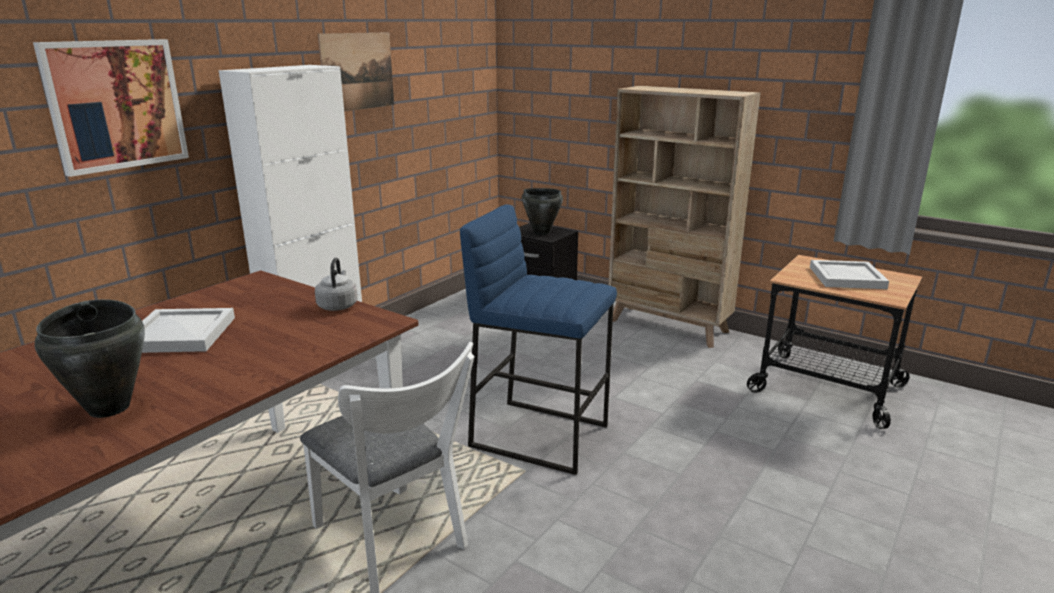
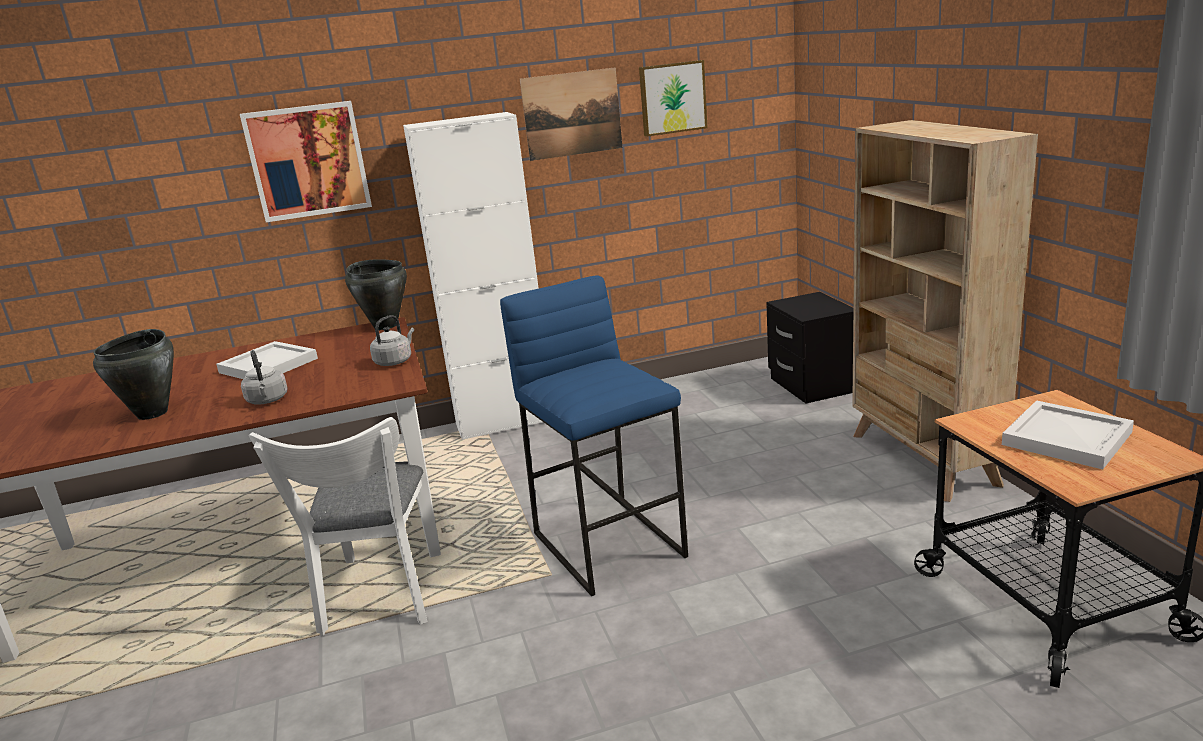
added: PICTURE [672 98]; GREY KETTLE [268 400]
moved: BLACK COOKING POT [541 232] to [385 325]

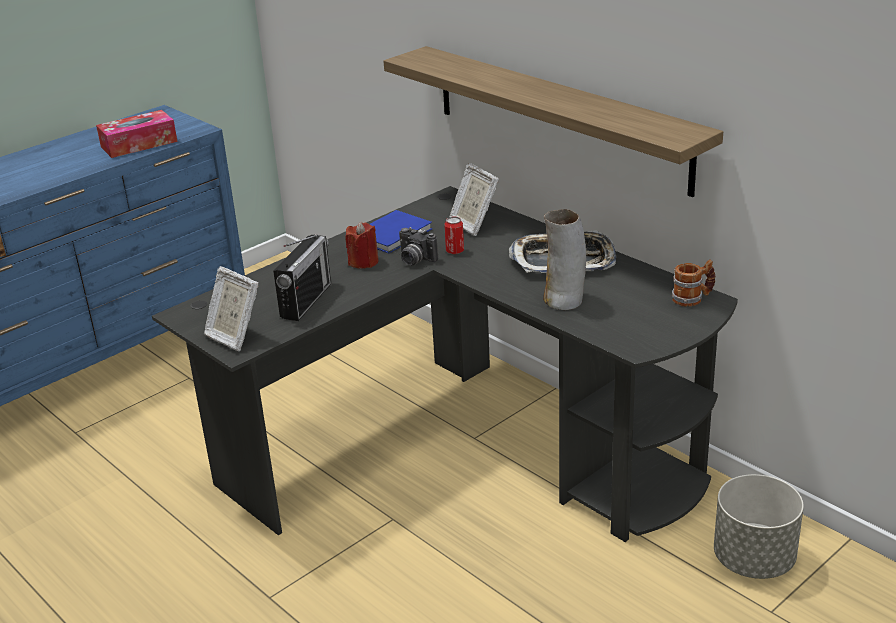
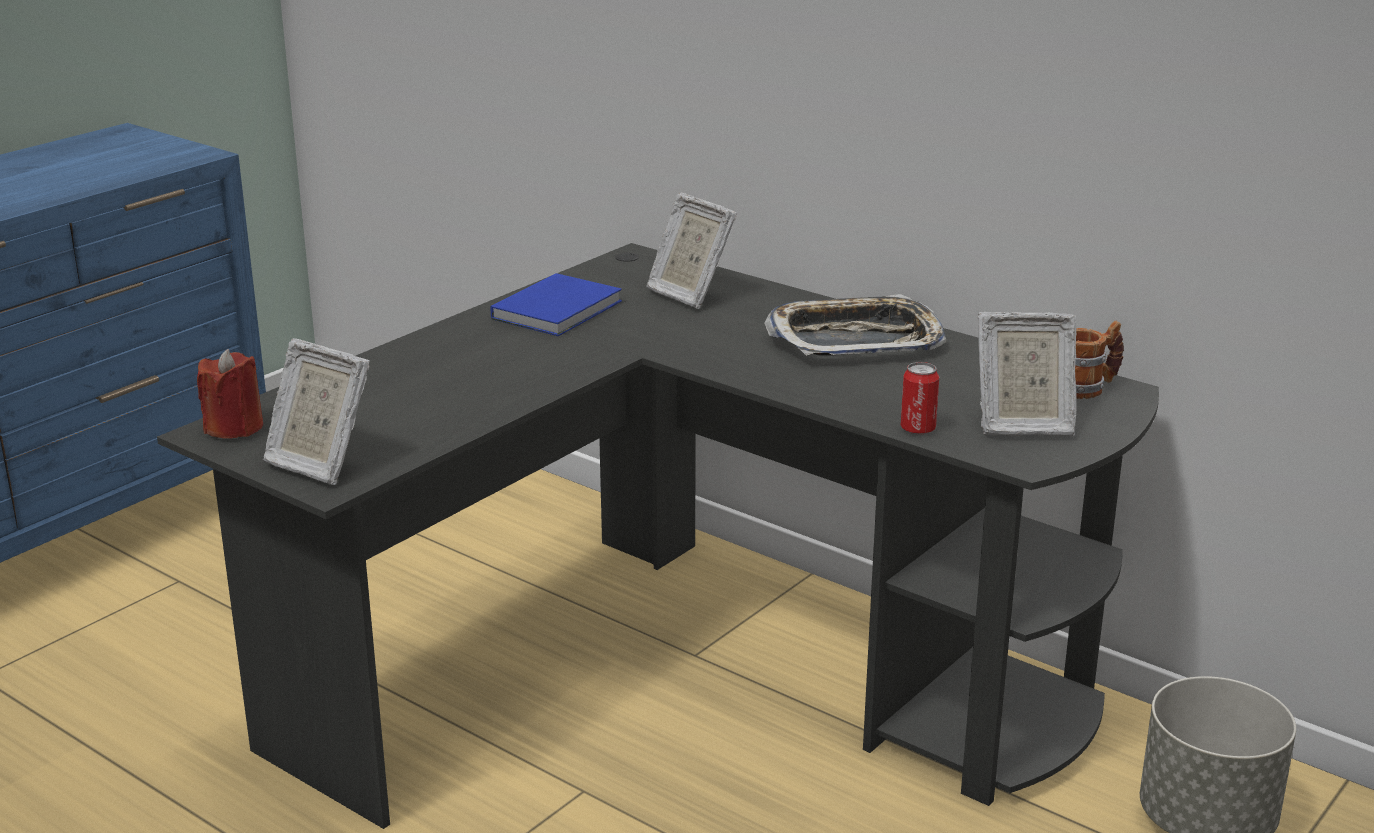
removed: SHELF [558 117]; TISSUE BOX [139 144]; VASE [564 300]; PHOTO CAMERA [415 260]; RADIO [306 301]
added: PICTURE FRAME [1021 425]
moved: CAN [455 251] to [918 429]; RED CANDLE [363 262] to [234 427]

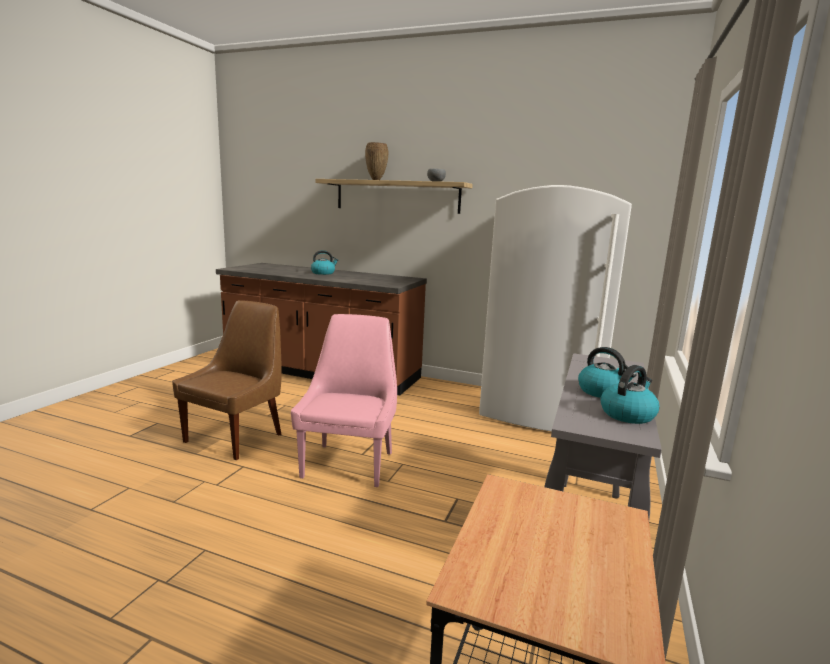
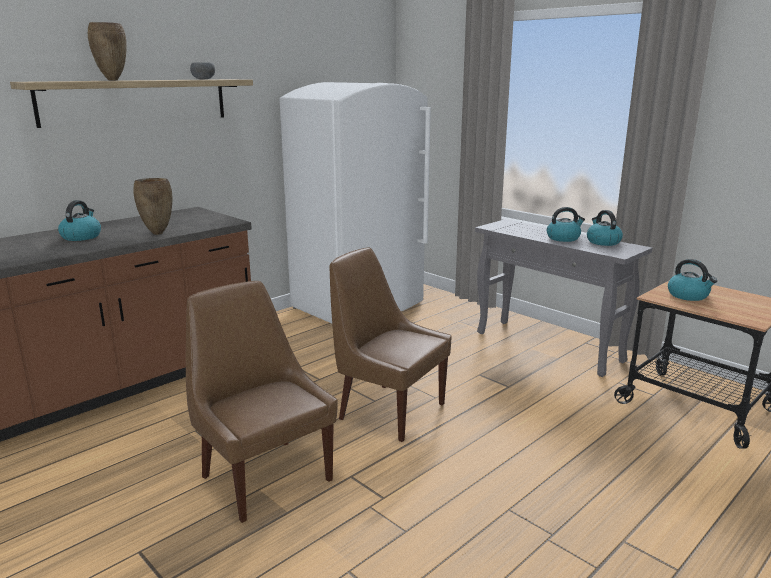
added: BROWN VASE [158 233]; KETTLE [688 295]
recoloured: PINK CHAIR [349 463] to BROWN CHAIR [388 410]

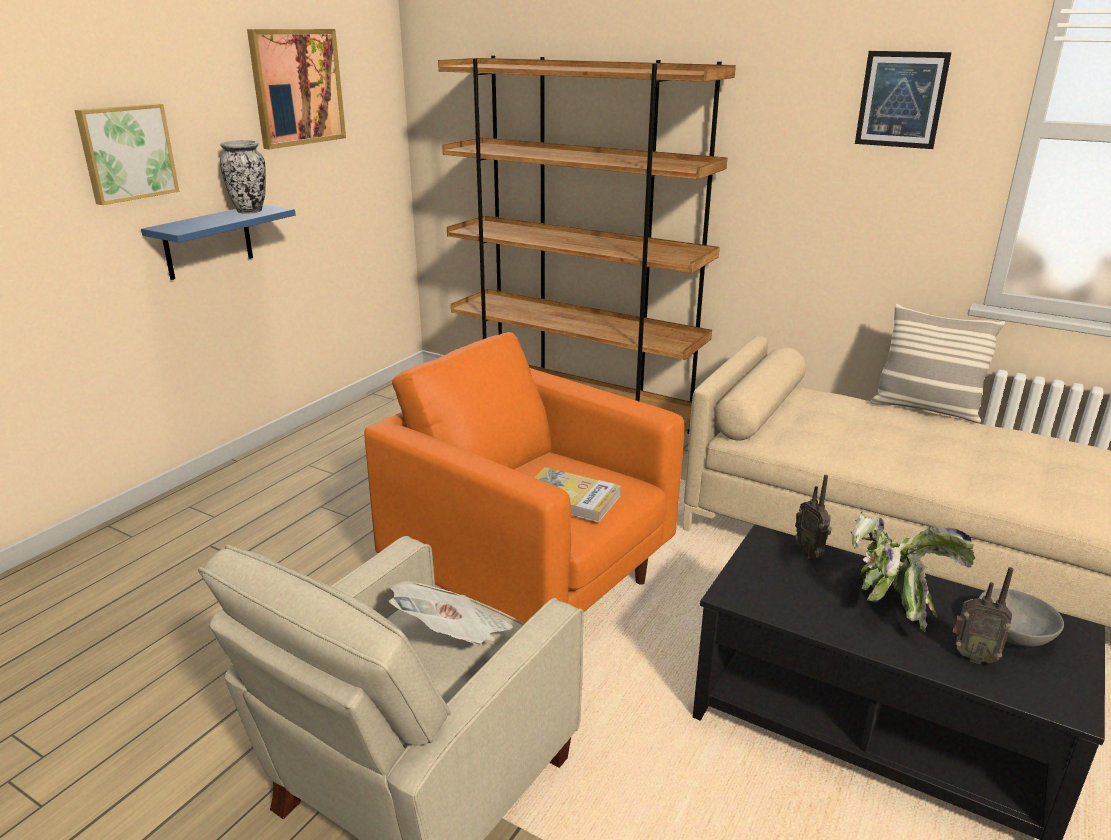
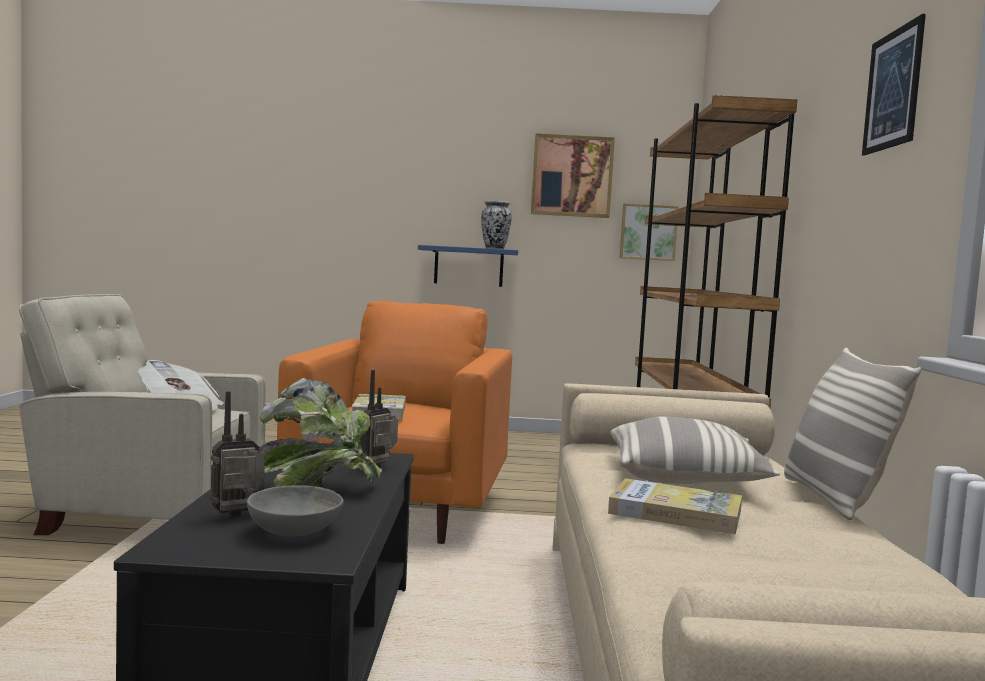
added: PILLOW [685 479]; BOOK [675 512]
moved: PICTURE [126 152] to [648 232]
turned: RADIO [972 656] = [239 516] 60 degrees clockwise

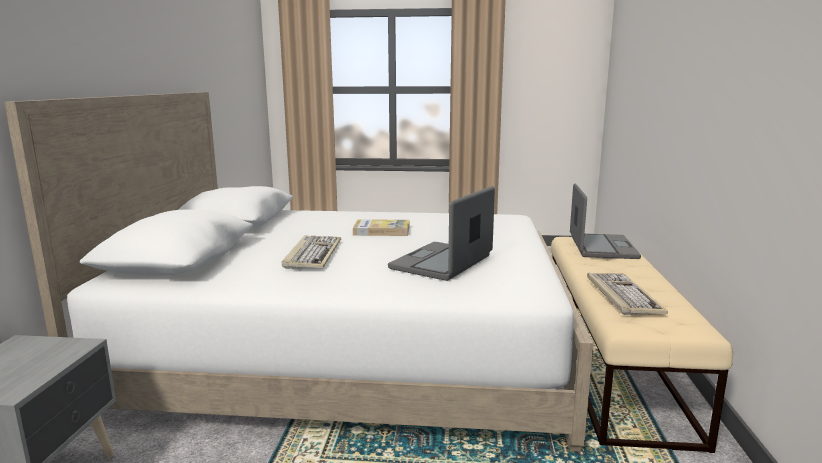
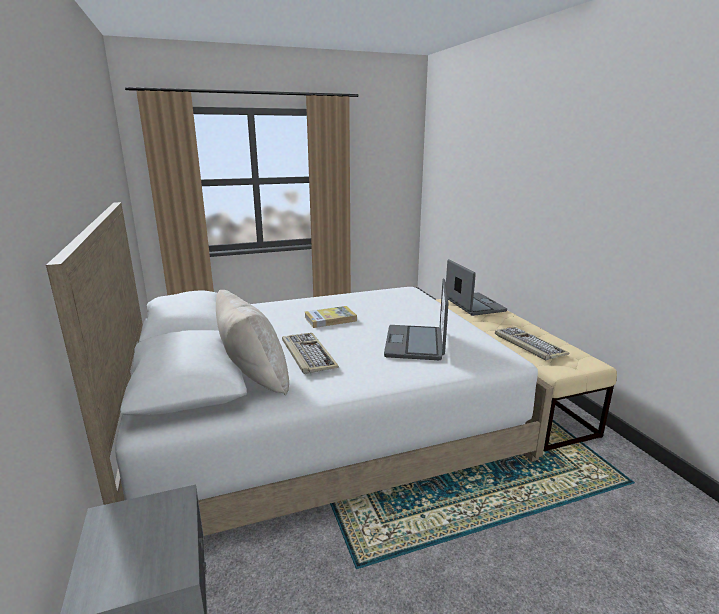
added: BEIGE PILLOW [254 379]

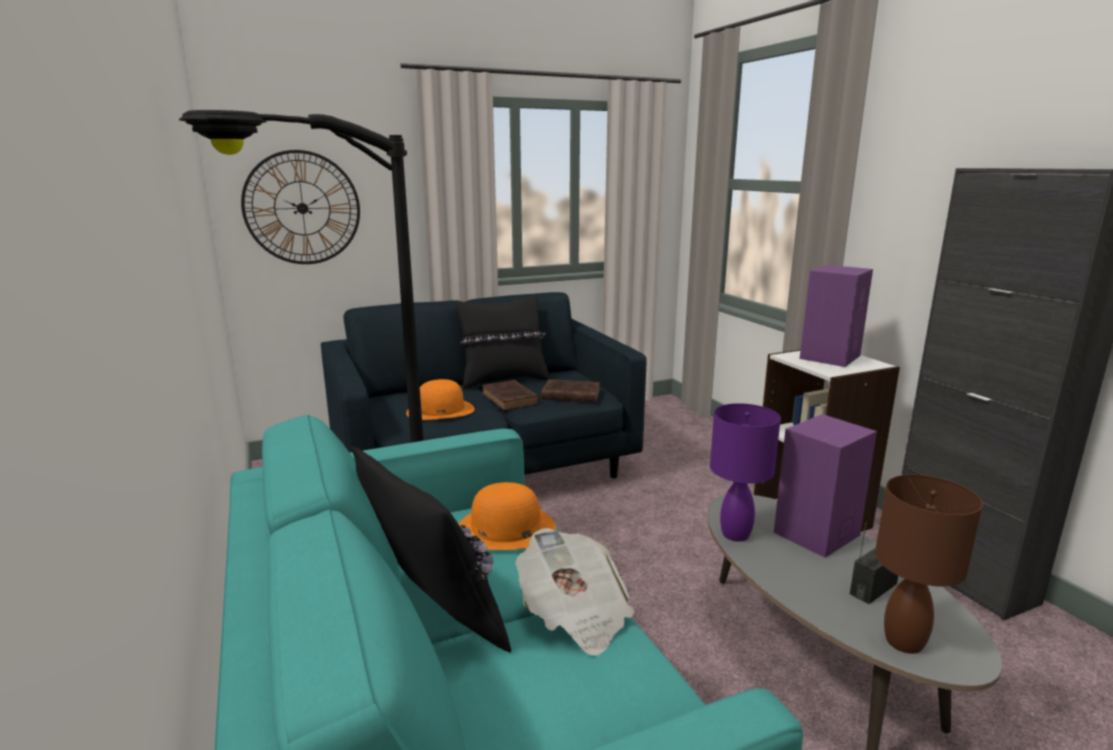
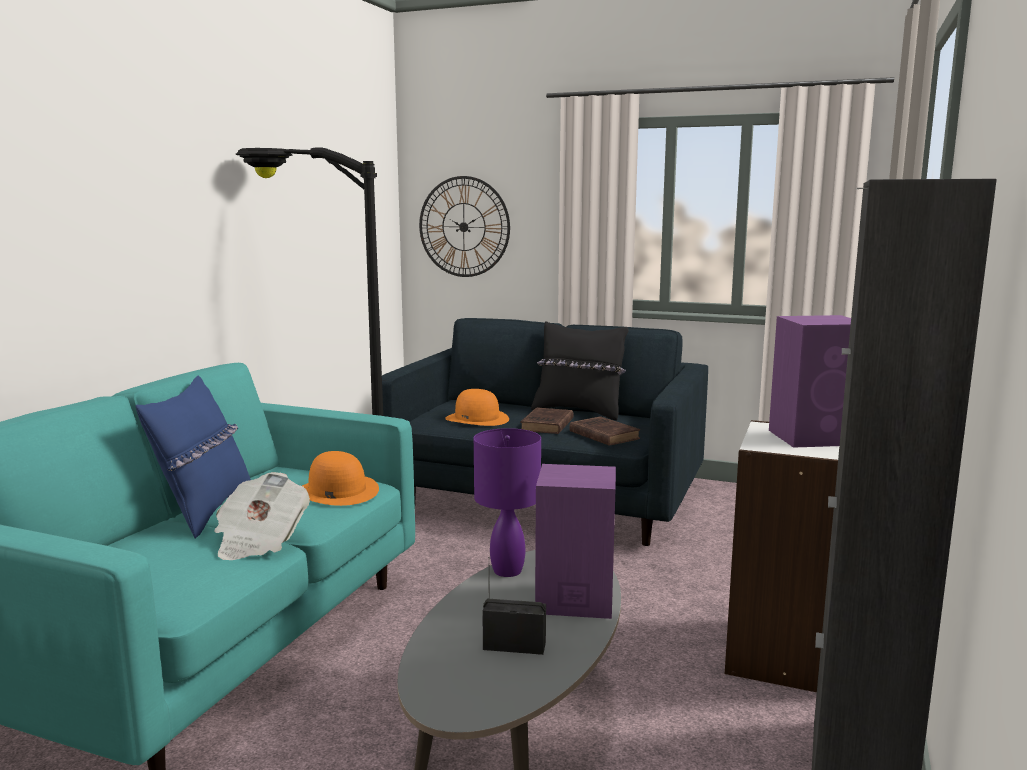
removed: BROWN TABLE LAMP [903 642]
recoloured: BLACK PILLOW [433 617] to BLUE PILLOW [204 511]

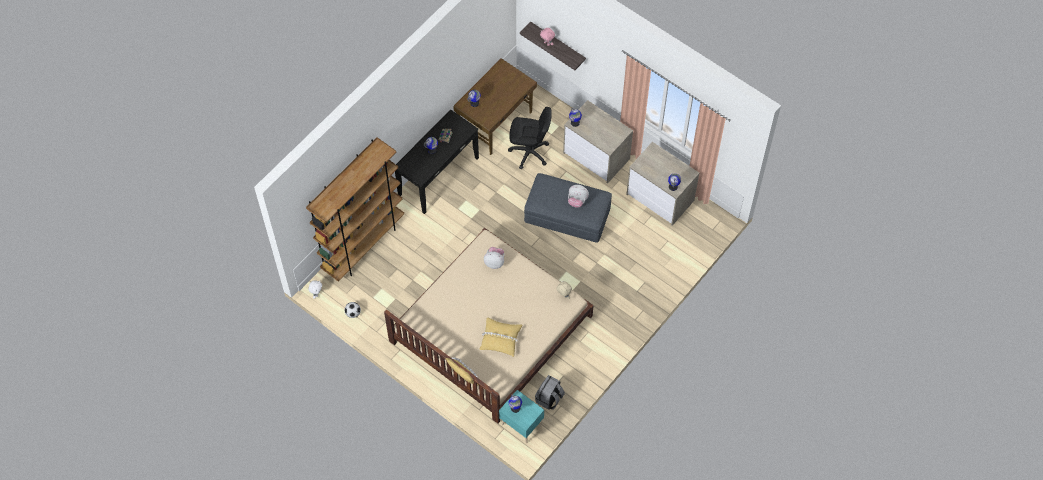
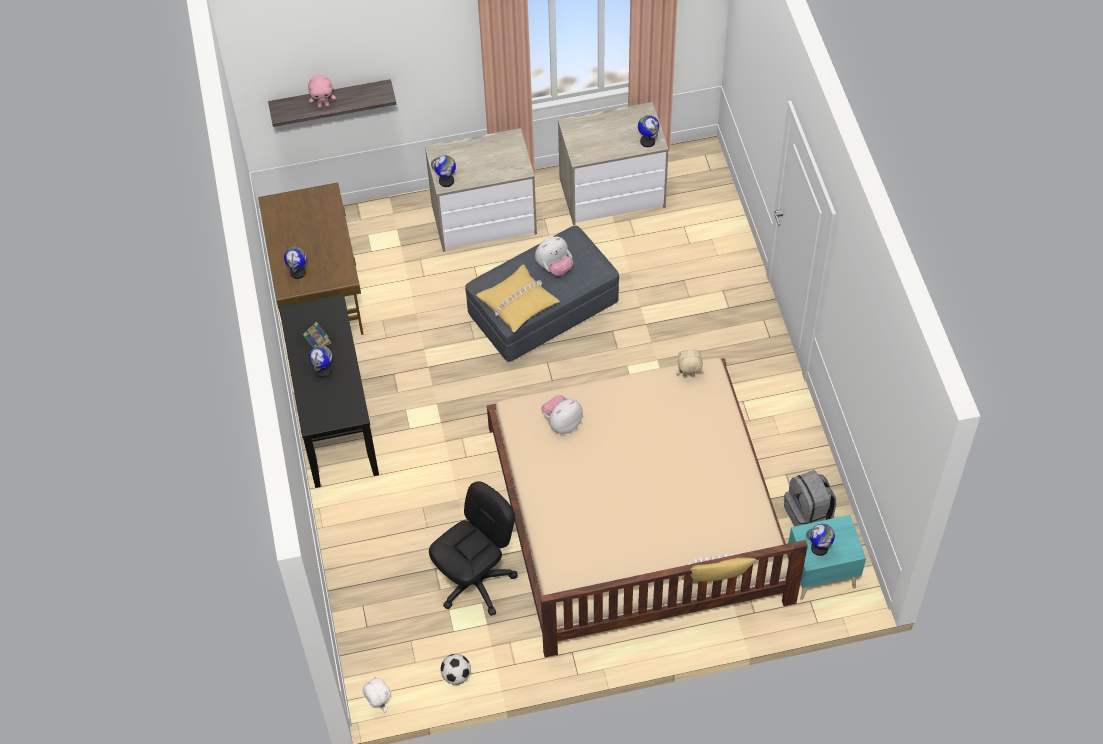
removed: BROWN BOOKCASE [363 245]
moved: BLACK OFFICE CHAIR [529 152] to [476 582]; YELLOW PILLOW [500 339] to [518 303]

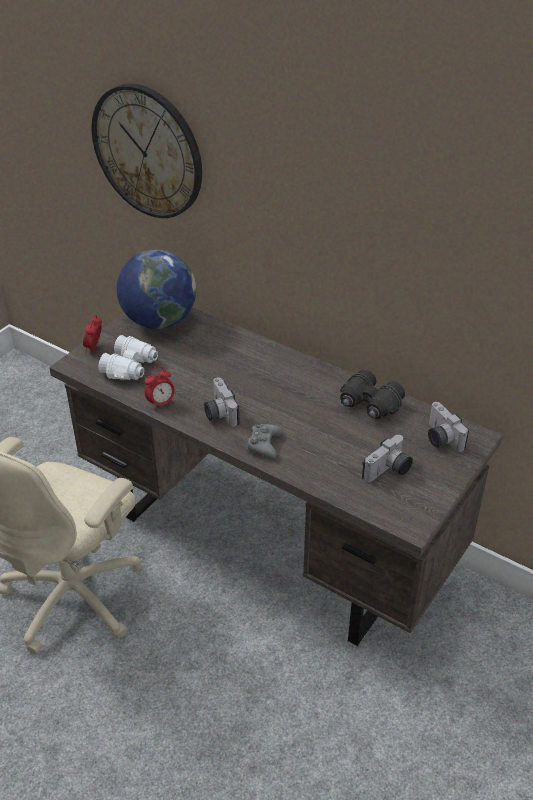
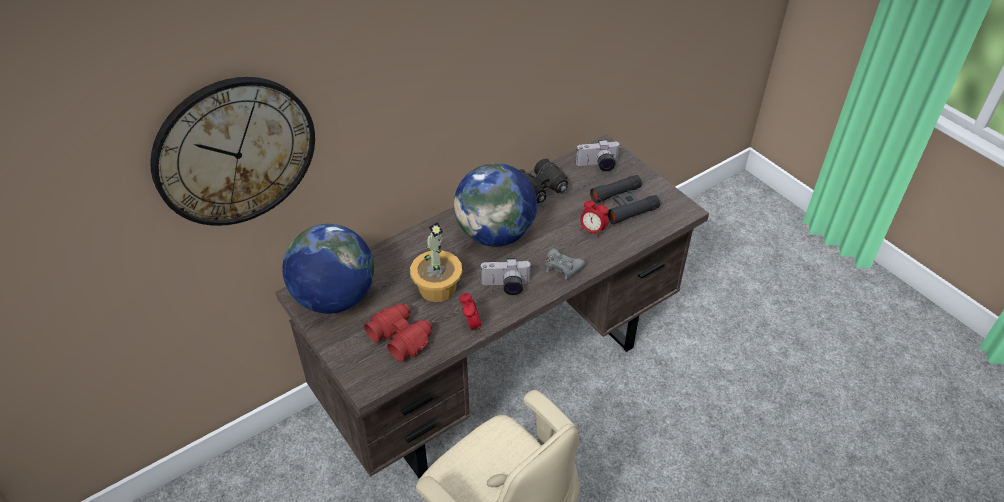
added: GLOBE [496 234]; POTTED PLANT [437 287]
moved: ALARM CLOCK [94 348] to [592 230]
replaced: PHOTO CAMERA [388 471] to BLACK BINOCULARS [624 204]
recoloured: WHITE BINOCULARS [131 367] to RED BINOCULARS [401 337]

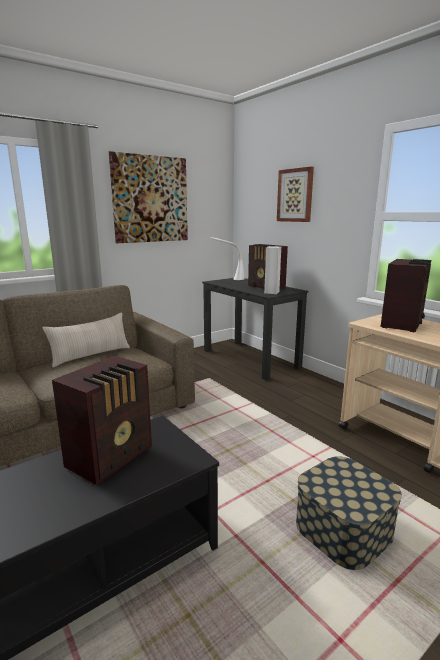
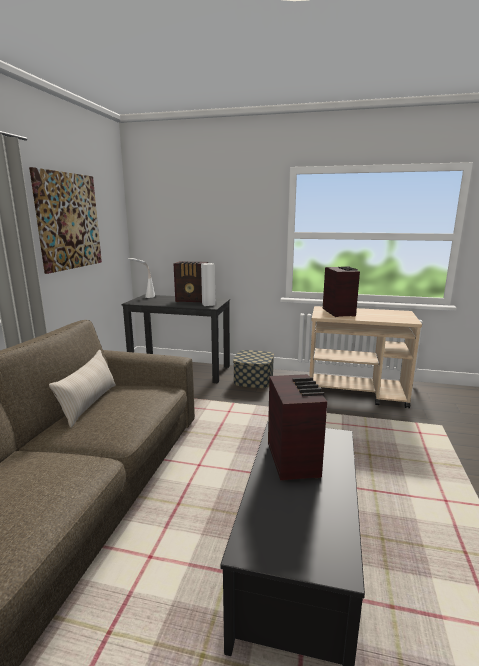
removed: PICTURE [295 195]
moved: STORAGE BOX [343 530] to [253 379]

